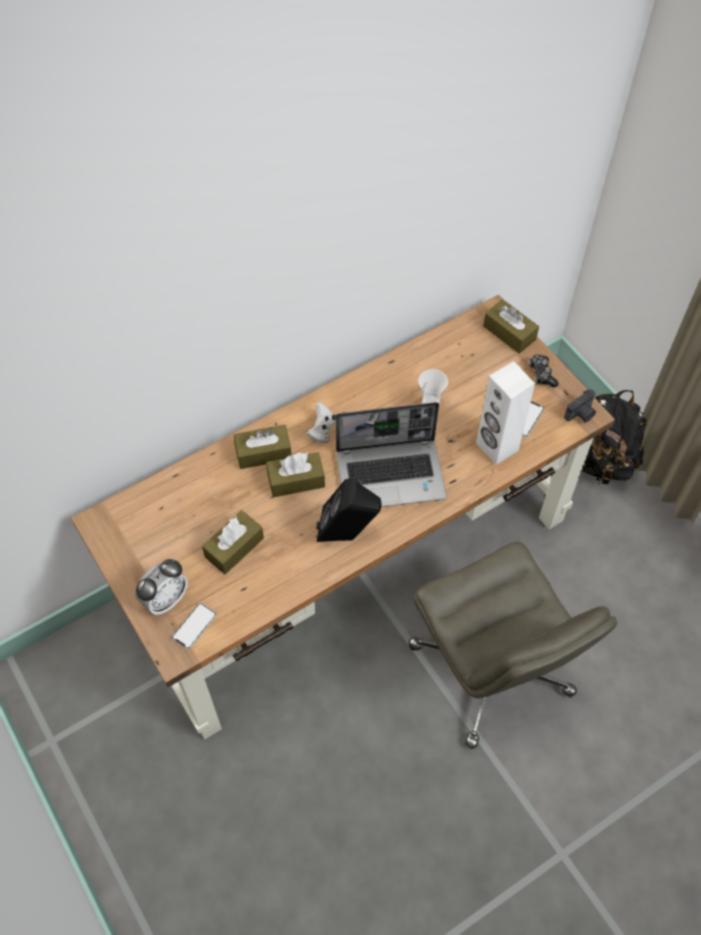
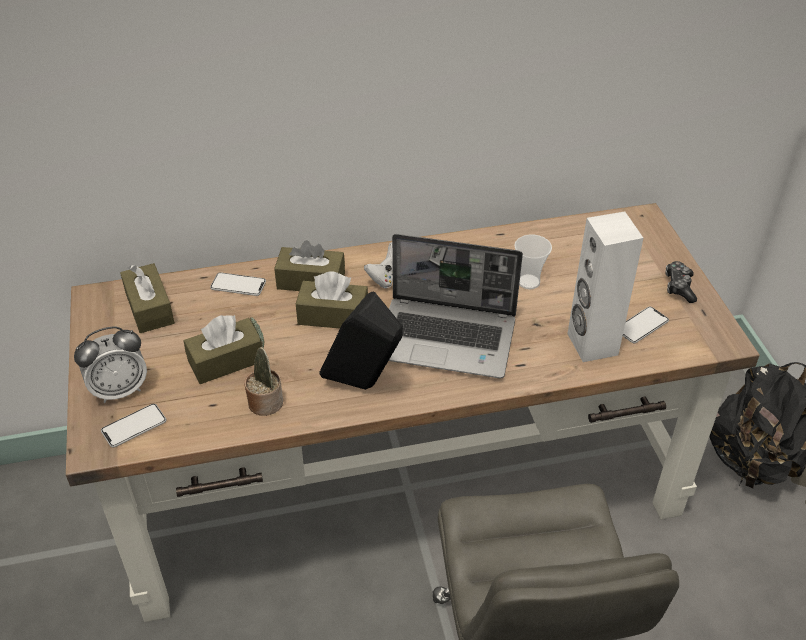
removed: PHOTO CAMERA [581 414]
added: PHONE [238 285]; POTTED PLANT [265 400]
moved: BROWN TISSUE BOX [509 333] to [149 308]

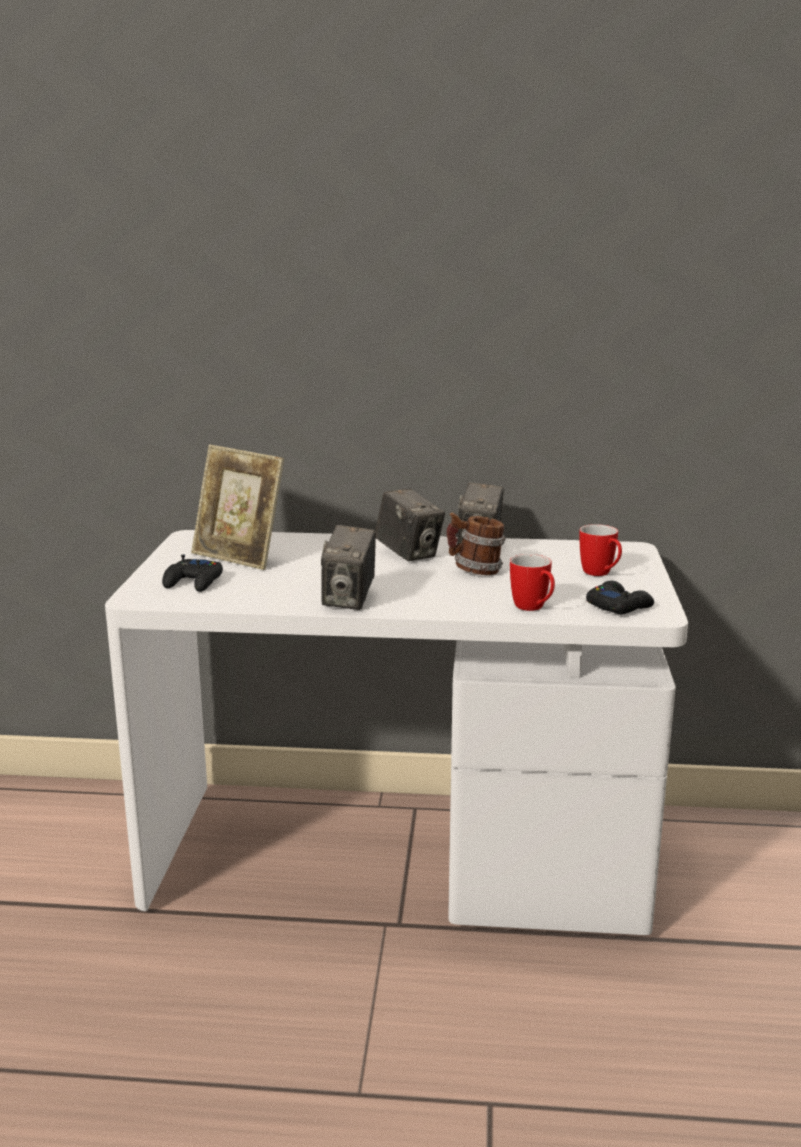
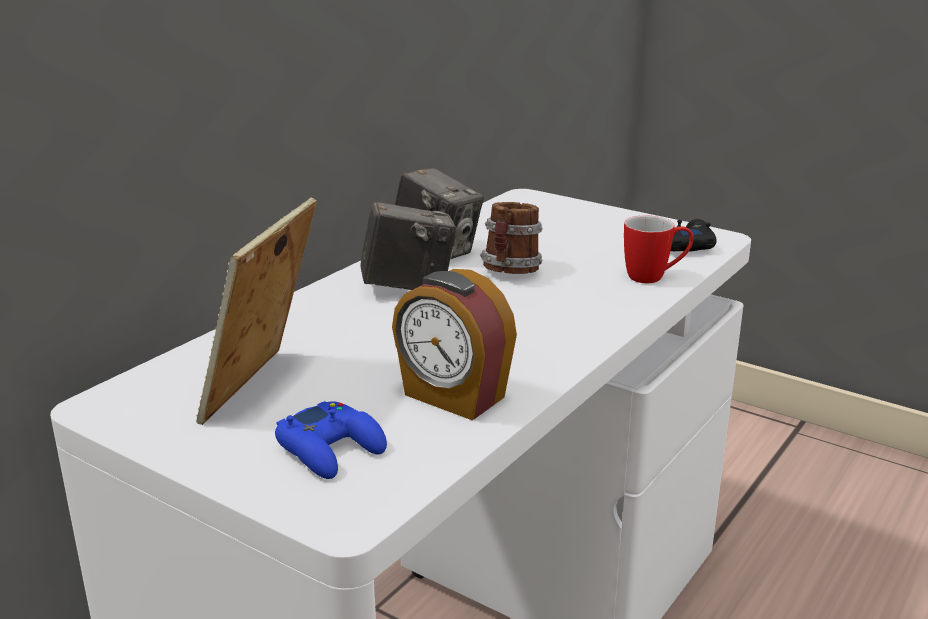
removed: MUG [601 574]; PHOTO CAMERA [349 600]
added: ALARM CLOCK [453 397]
recoloured: BLACK GAME CONTROLLER [194 582] to BLUE GAME CONTROLLER [331 449]
turned: PICTURE FRAME [239 557] = [265 390] 135 degrees clockwise

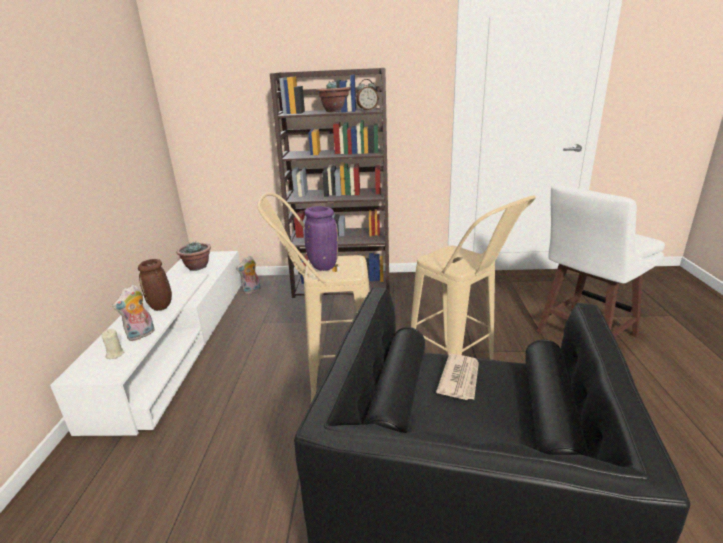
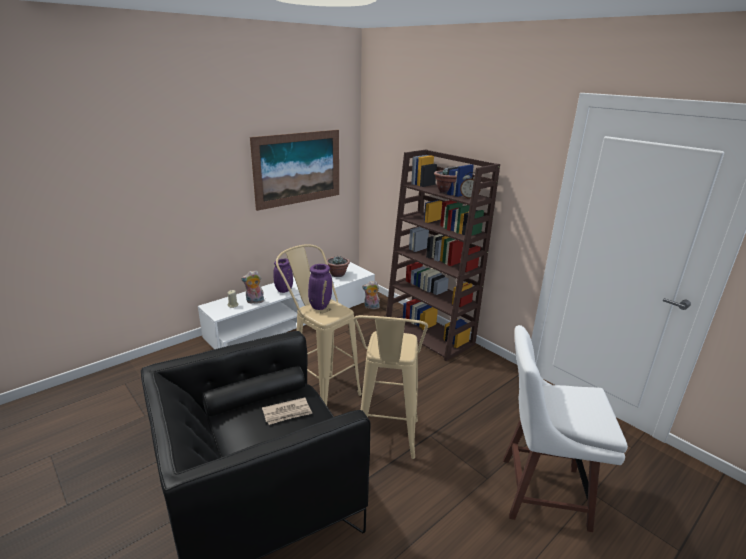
added: PICTURE [298 168]
recoloured: BROWN VASE [161 307] to PURPLE VASE [284 290]

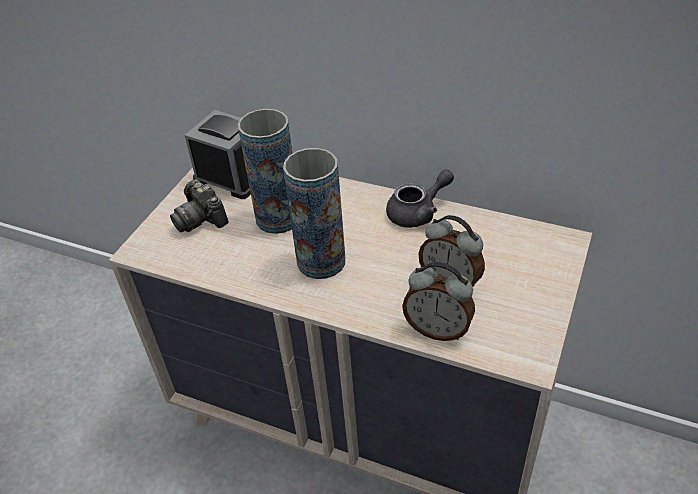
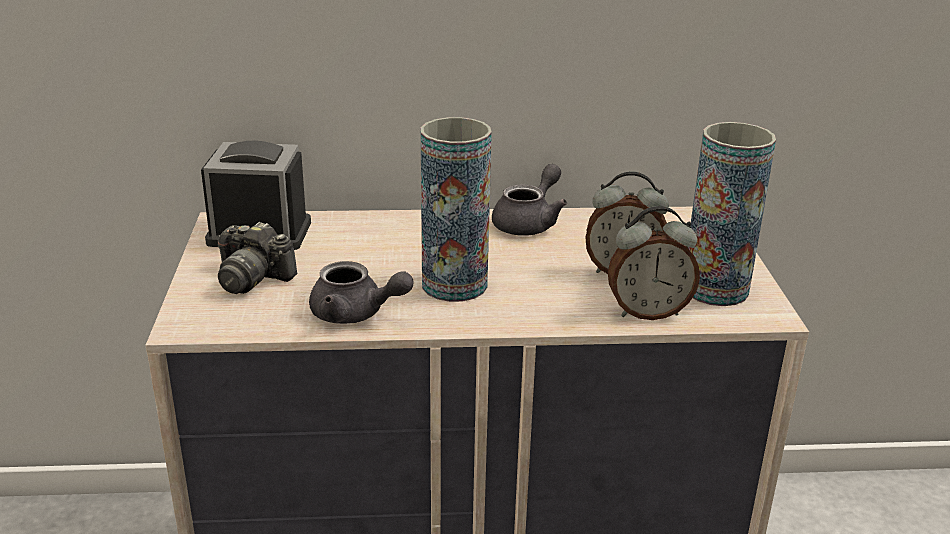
added: GREY TEAPOT [356 314]
moved: VASE [278 218] to [715 289]

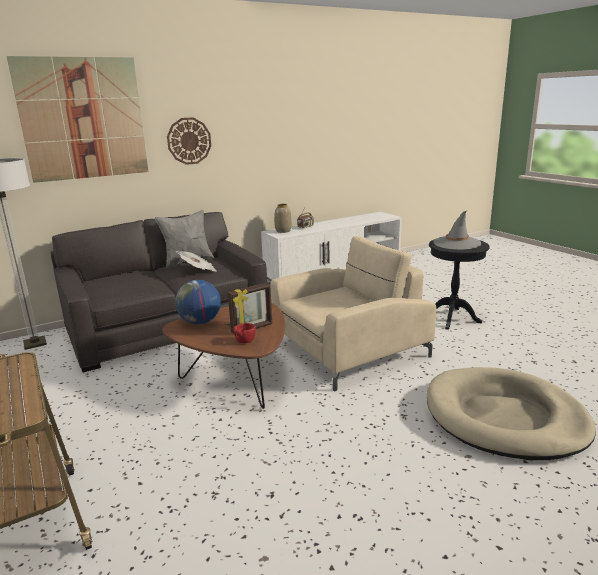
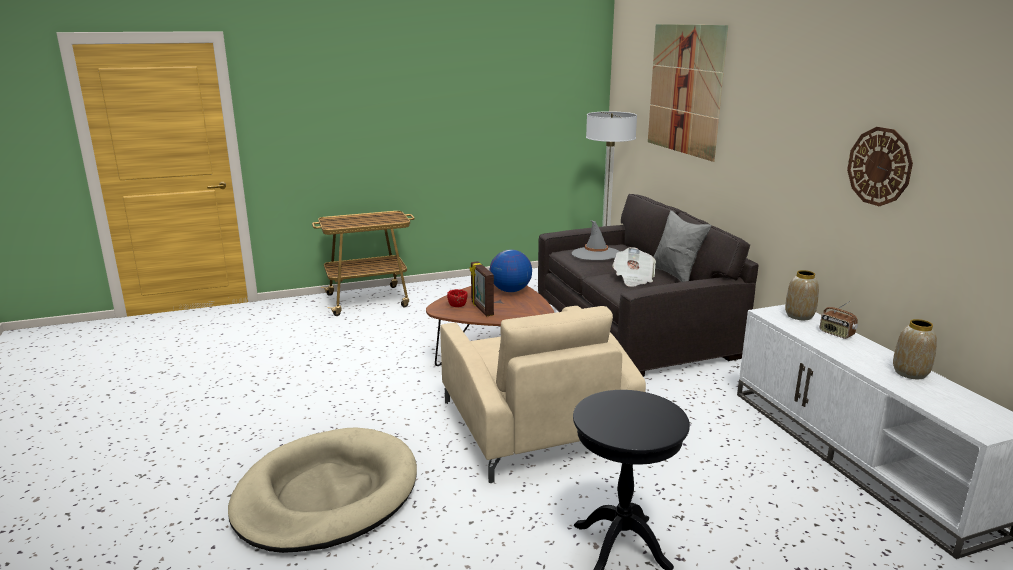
added: VASE [910 373]
moved: WALL CLOCK [189 141] to [879 166]; GREY HAT [456 243] to [595 254]

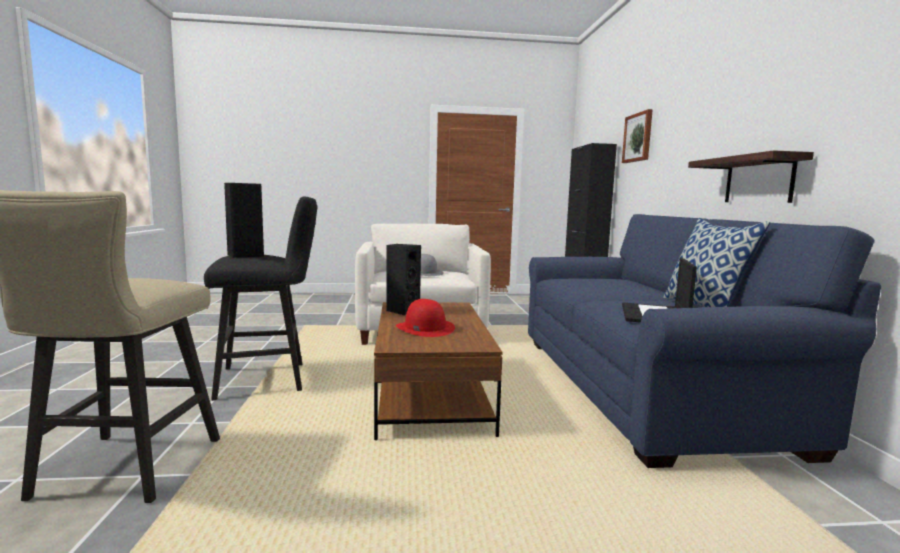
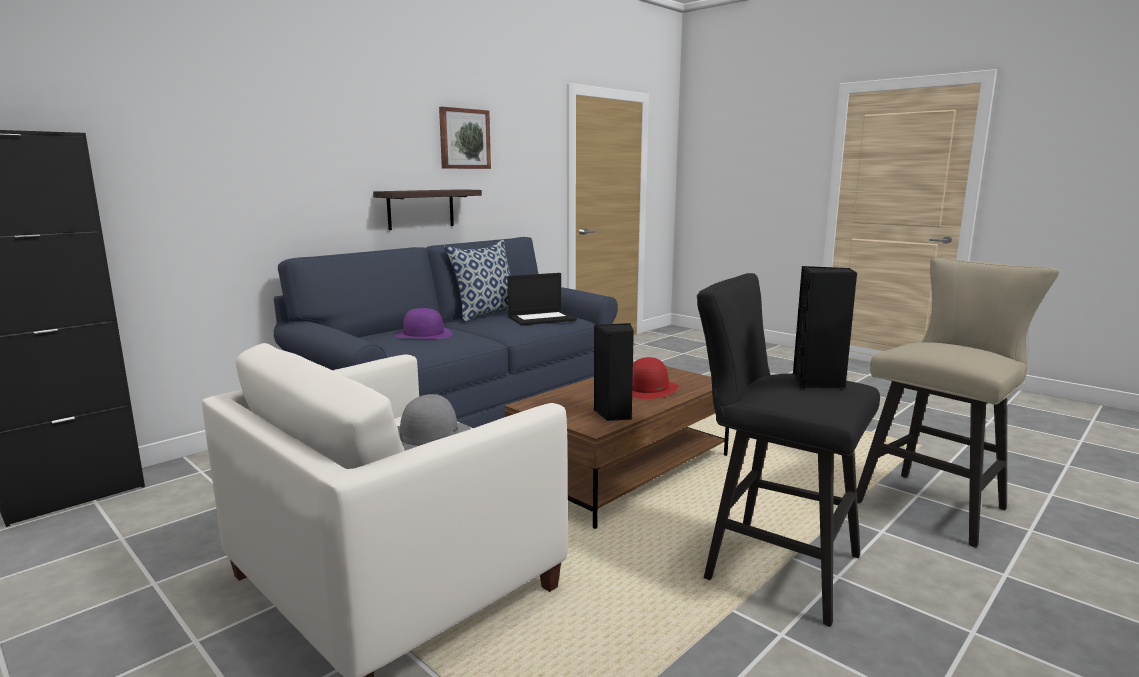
added: PURPLE HAT [424 334]
moved: PICTURE [638 137] to [464 139]

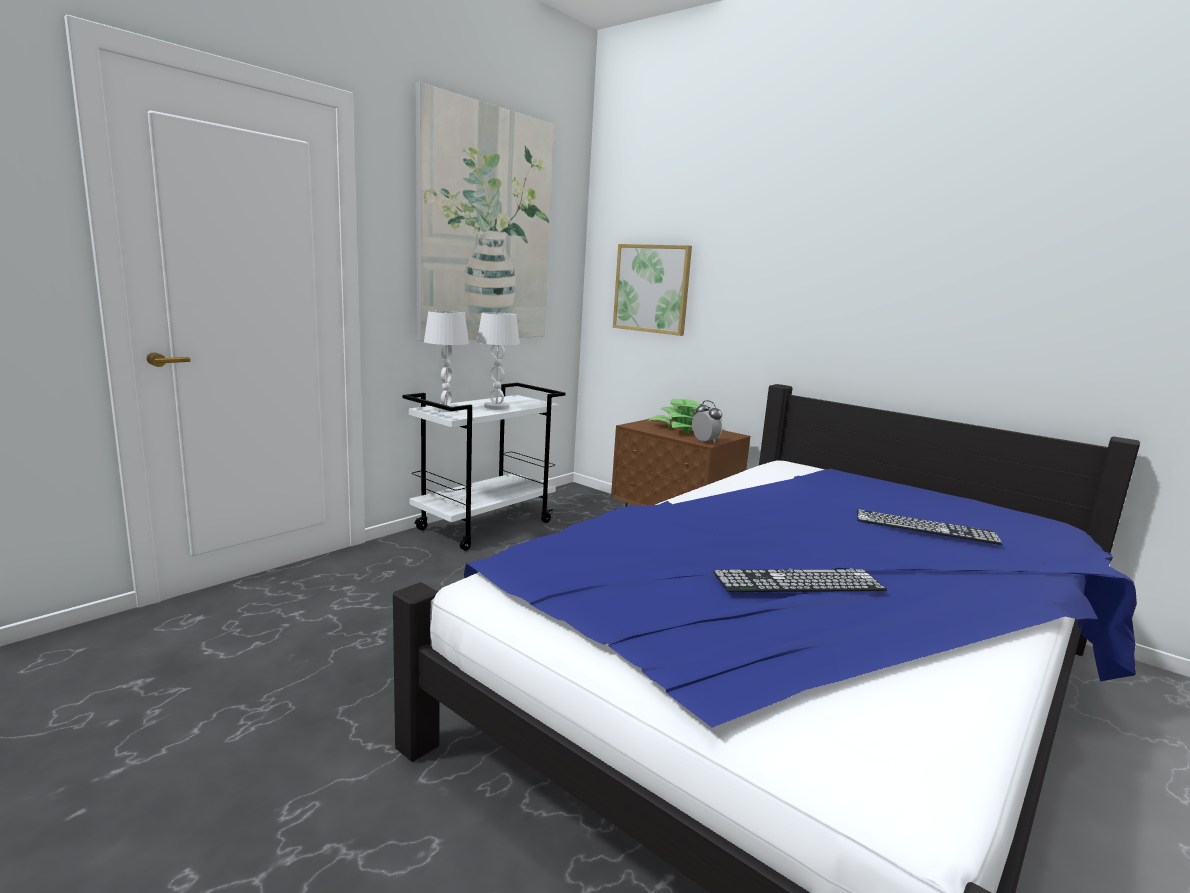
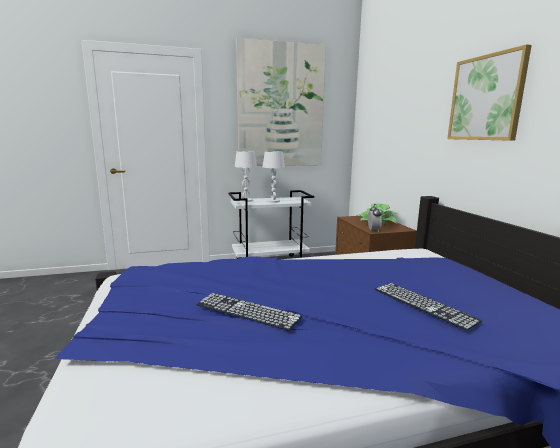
moved: PICTURE [652 288] to [486 98]

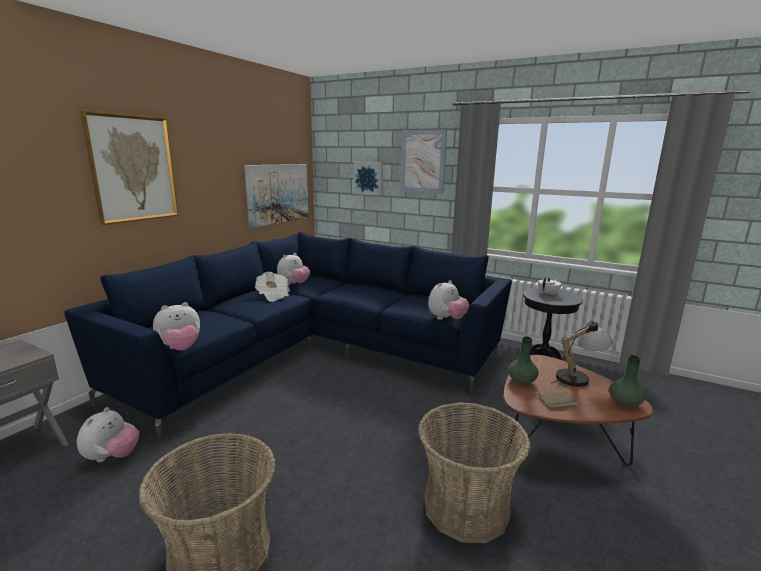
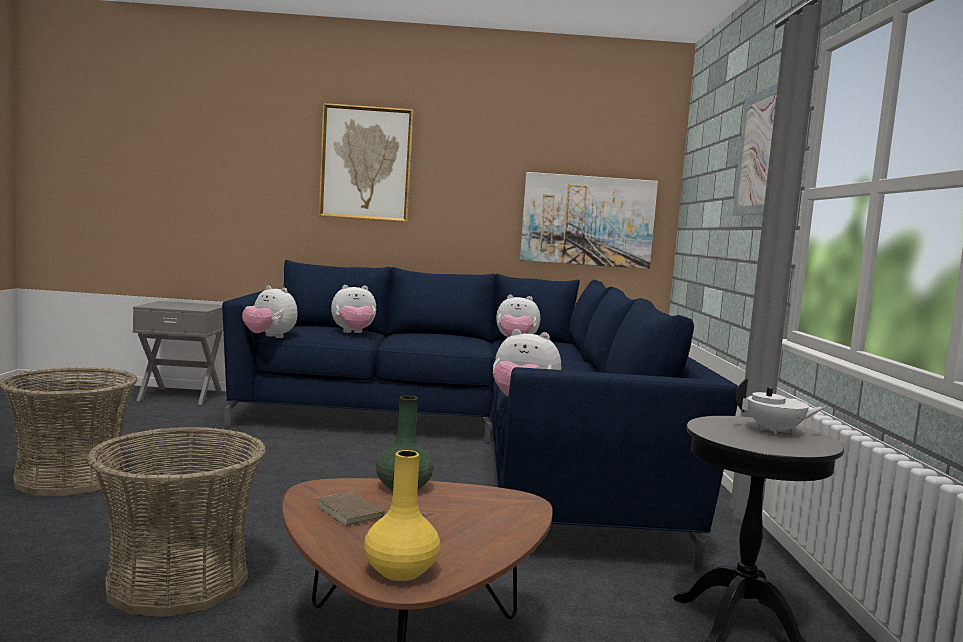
removed: PICTURE [369 178]; NEWSPAPER [273 295]; TABLE LAMP [578 377]
moved: PLUSH TOY [112 457] to [353 333]
recoloured: GREEN VASE [625 403] to YELLOW VASE [400 572]

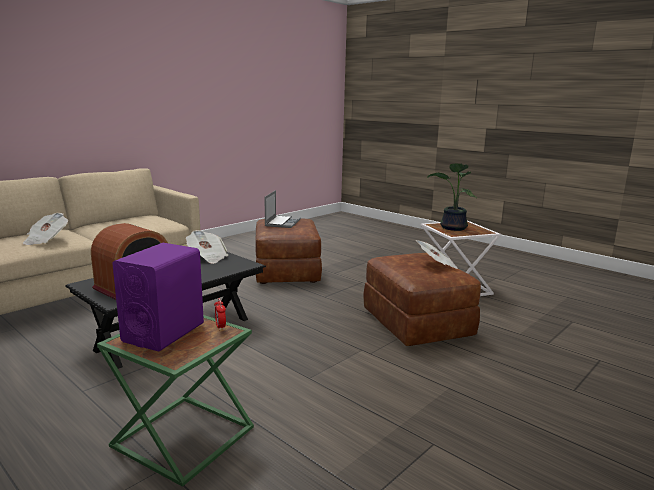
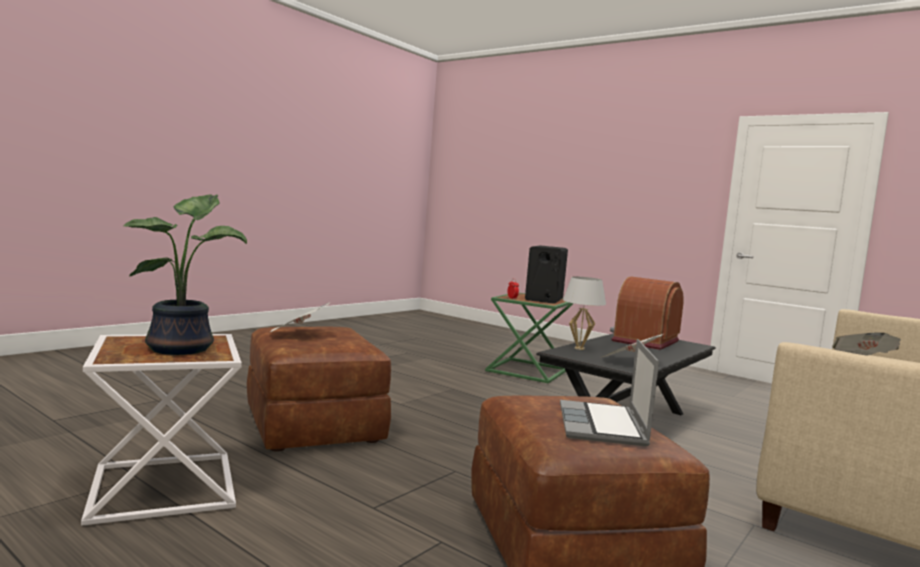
added: WHITE TABLE LAMP [579 348]
recoloured: PURPLE SPEAKER [164 332] to BLACK SPEAKER [544 299]

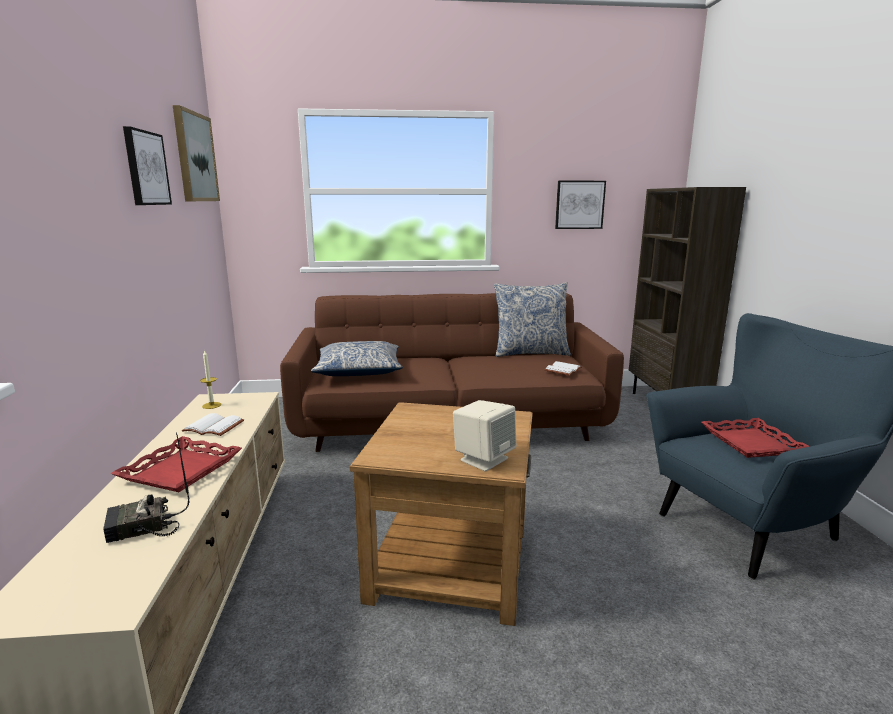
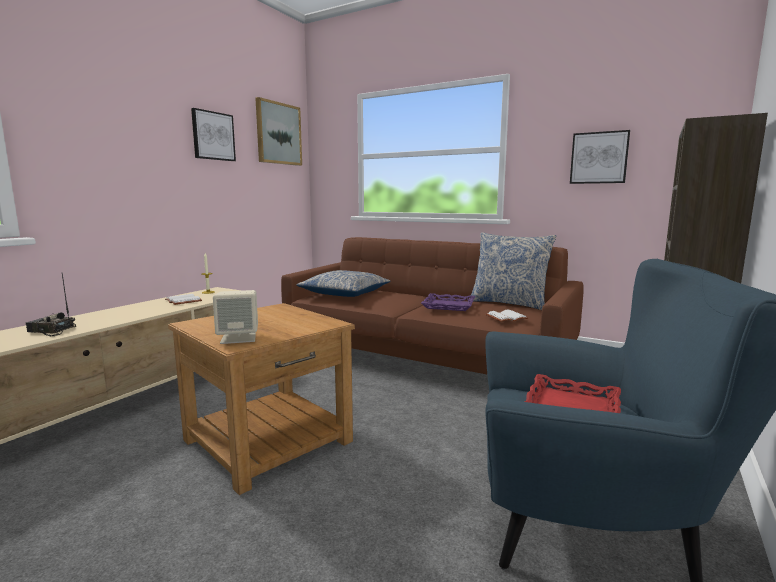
removed: RED TRAY [181 470]
added: PURPLE TRAY [448 306]

